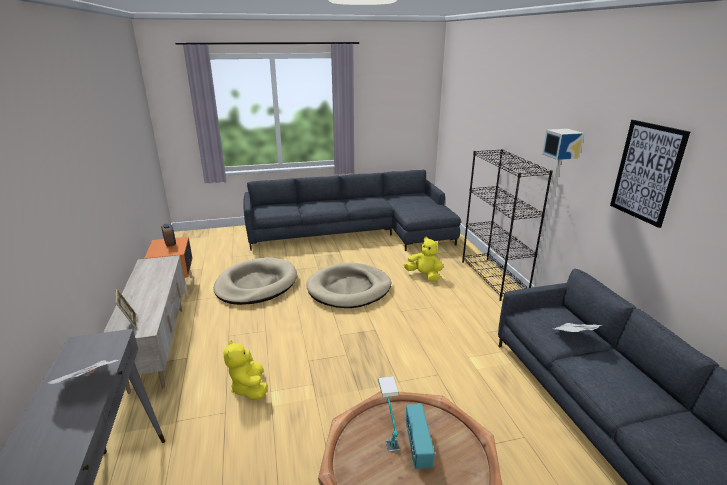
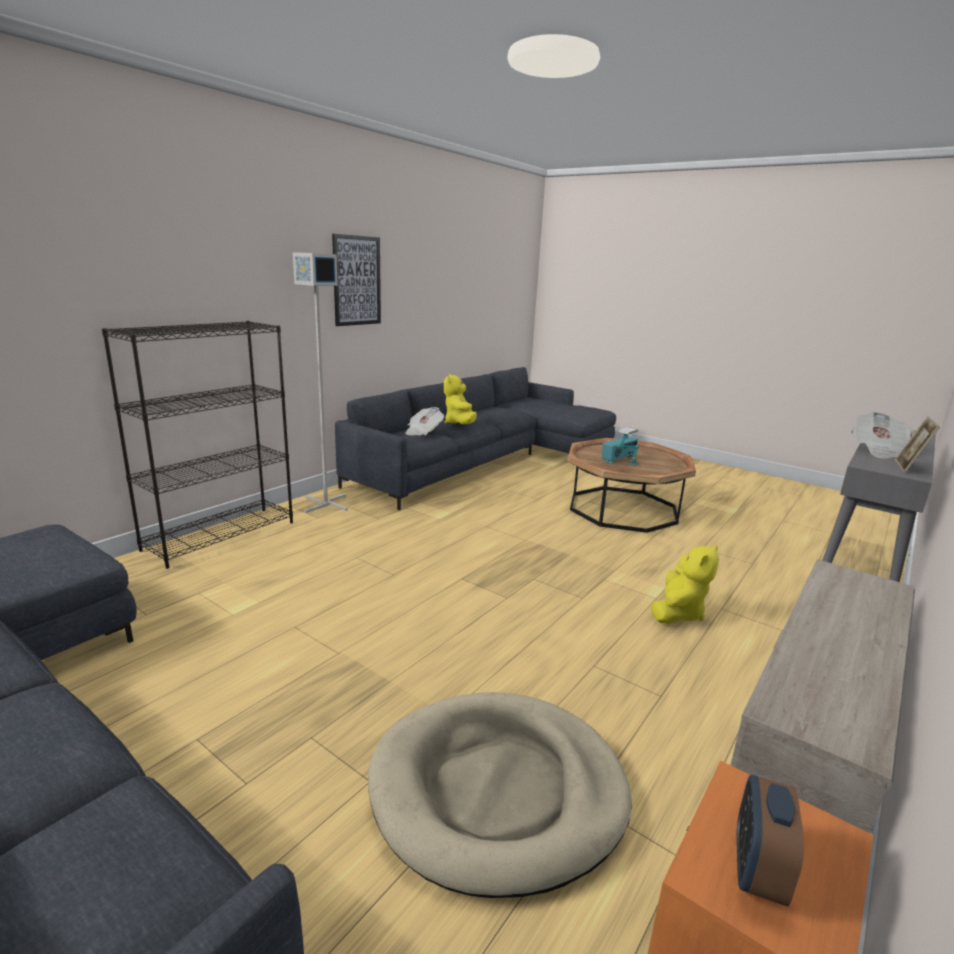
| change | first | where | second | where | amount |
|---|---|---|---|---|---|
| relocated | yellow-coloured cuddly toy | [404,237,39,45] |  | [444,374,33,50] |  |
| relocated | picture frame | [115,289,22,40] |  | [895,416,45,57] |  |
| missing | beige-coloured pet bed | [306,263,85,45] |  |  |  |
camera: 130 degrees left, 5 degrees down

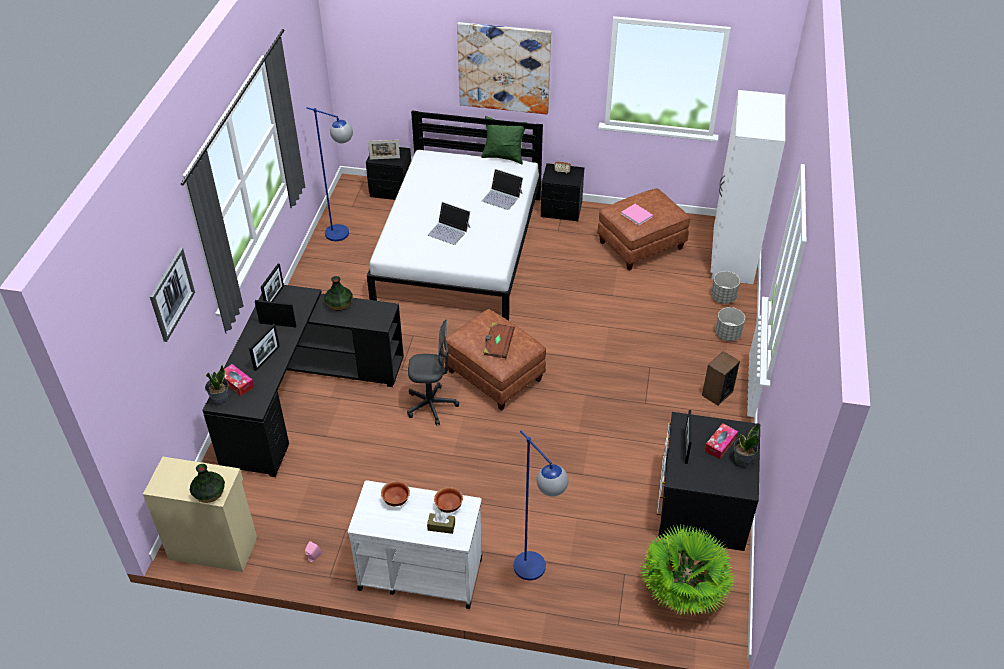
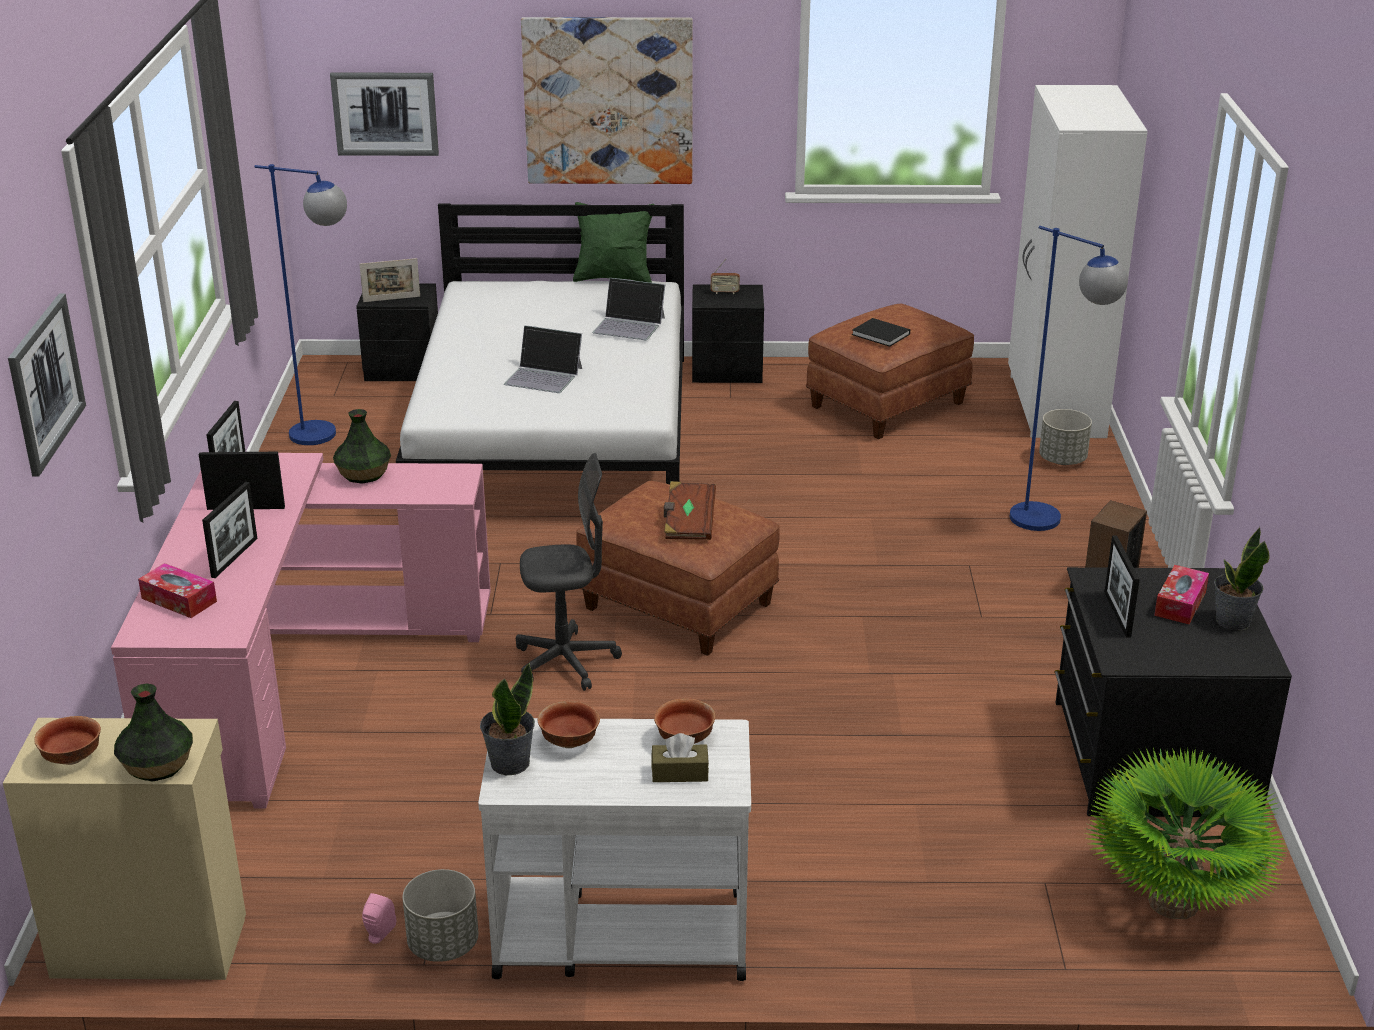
| change | first | where | second | where | amount |
|---|---|---|---|---|---|
| appeared |  |  | bowl | [34,716,67,49] |  |
| colour | black-coloured desk table | [202,285,202,192] | pink desk table | [111,453,380,355] |  |
| appeared |  |  | wall art | [330,72,109,84] |  |
| relocated | grey flower pot | [715,307,30,34] |  | [403,869,75,93] |  |
| relocated | potted plant | [205,365,24,41] |  | [480,663,55,112] |  |
| colour | pink volume | [621,204,32,22] | black-coloured volume | [852,318,58,29] |  |
| relocated | blue-coloured standard lamp | [514,431,54,149] |  | [1010,226,118,305] |  |
camera: 10 degrees left, 15 degrees down

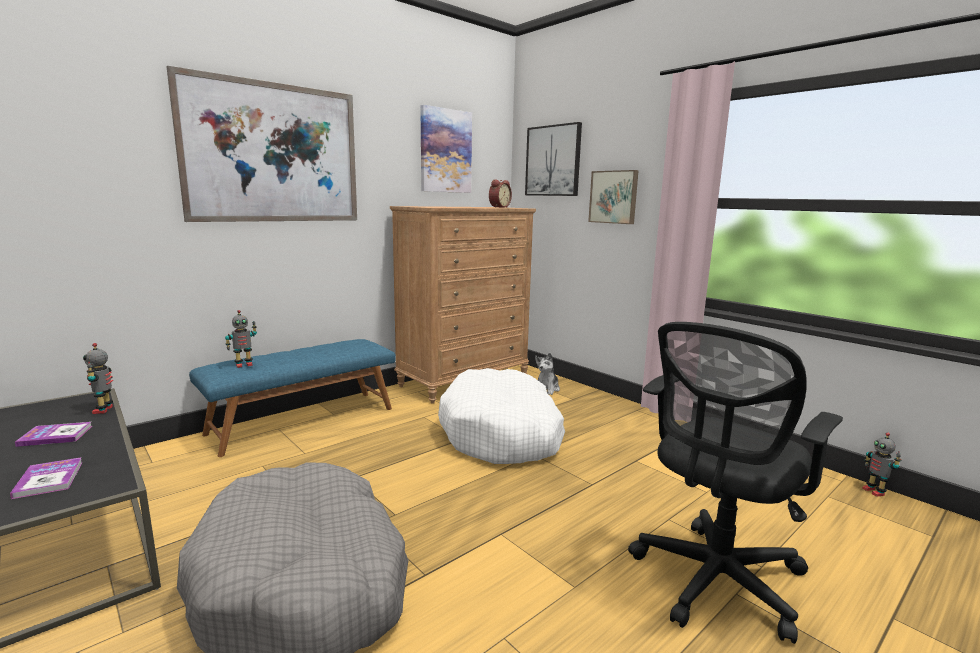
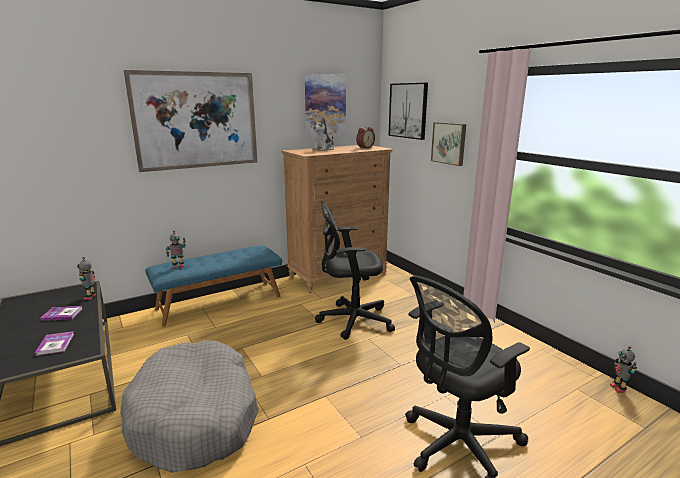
| change | first | where | second | where | amount |
|---|---|---|---|---|---|
| relocated | cuddly toy | [535,353,25,42] |  | [312,117,22,34] |  |
| exchanged | white pet bed | [438,368,127,96] | black-coloured office chair | [315,201,80,139] |  |
camera: 10 degrees right, 5 degrees up

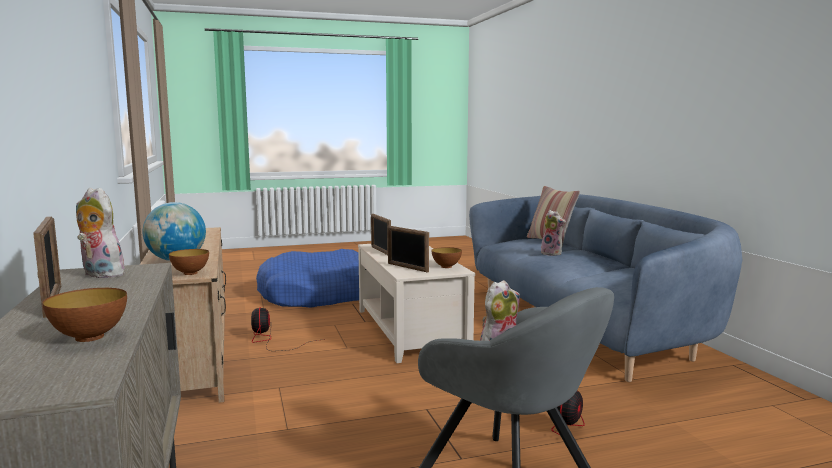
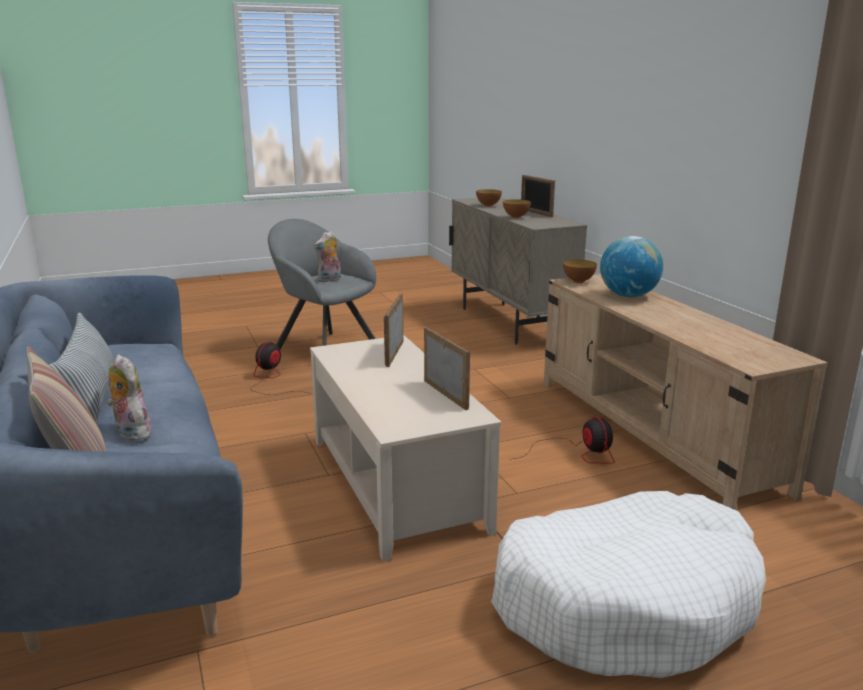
| change | first | where | second | where | amount |
|---|---|---|---|---|---|
| appeared |  |  | throw pillow | [49,312,65,111] |  |
| spun | picture frame | [388,226,41,47] |  | [384,294,19,73] | 120 degrees counterclockwise |
| colour | blue-coloured pet bed | [256,249,103,58] | white pet bed | [491,491,275,187] |  |
| relocated | bowl | [431,247,31,21] |  | [503,199,28,19] |  |
| missing | cuddly toy | [76,188,53,90] |  |  |  |
camera: 175 degrees right, 10 degrees up

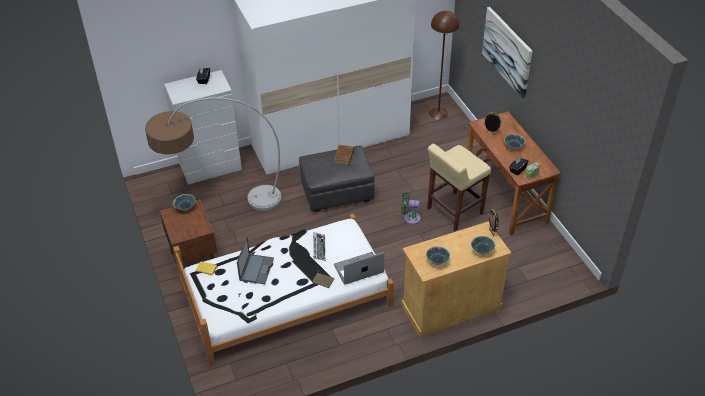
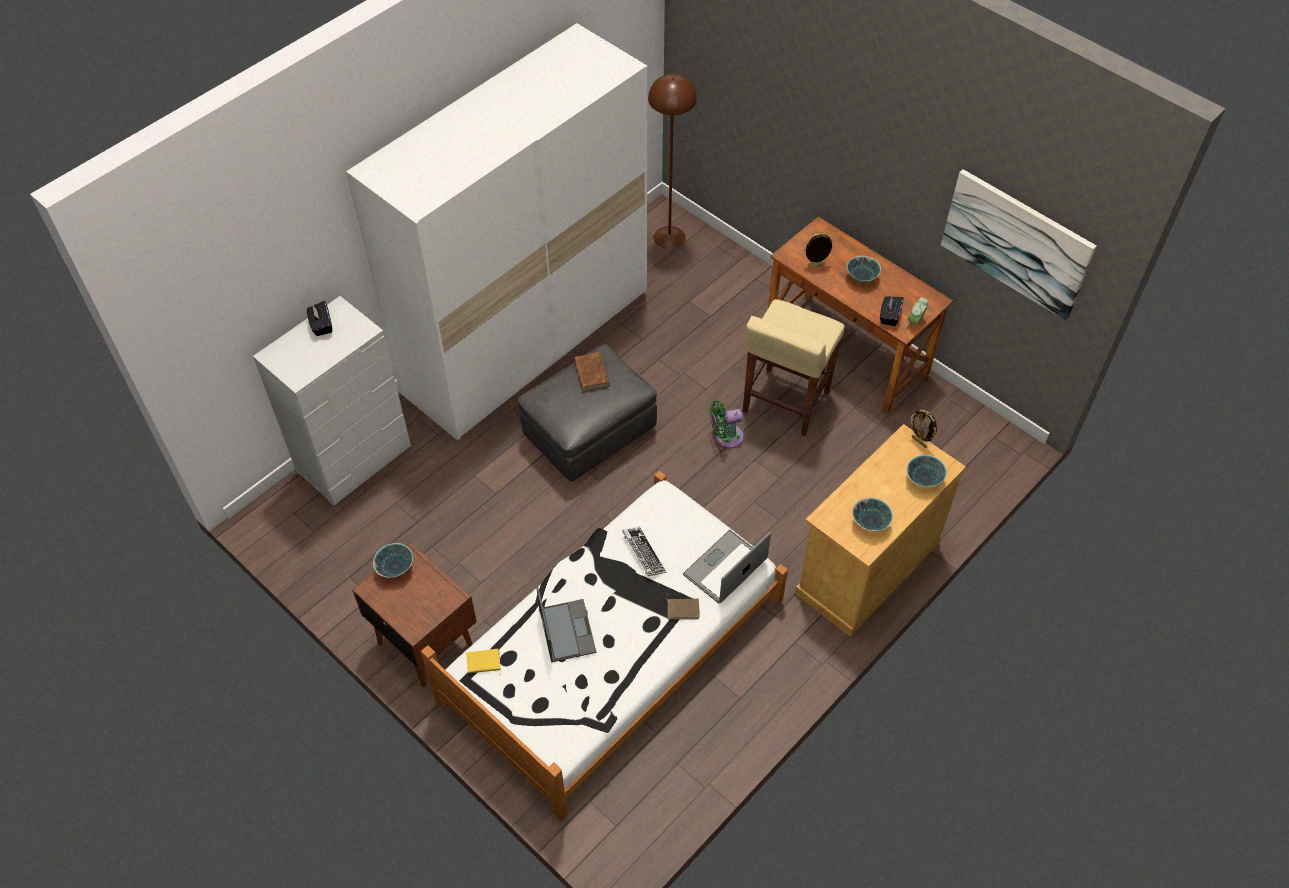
| change | first | where | second | where | amount |
|---|---|---|---|---|---|
| relocated | wall art | [482,7,51,92] |  | [941,169,156,152] |  |
| missing | standard lamp | [145,97,137,114] |  |  |  |
camera: 25 degrees left, 10 degrees up

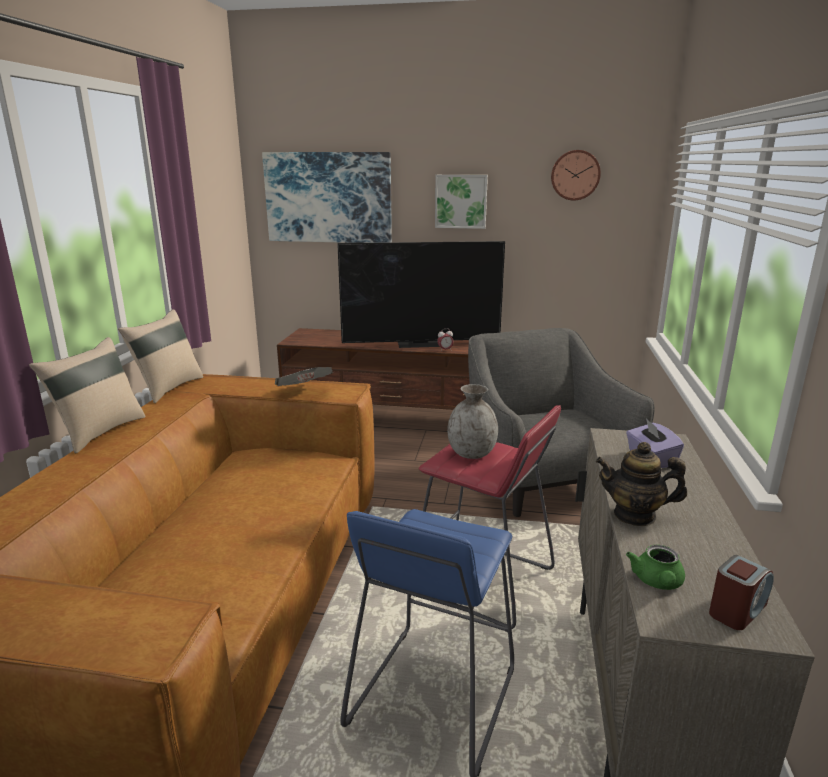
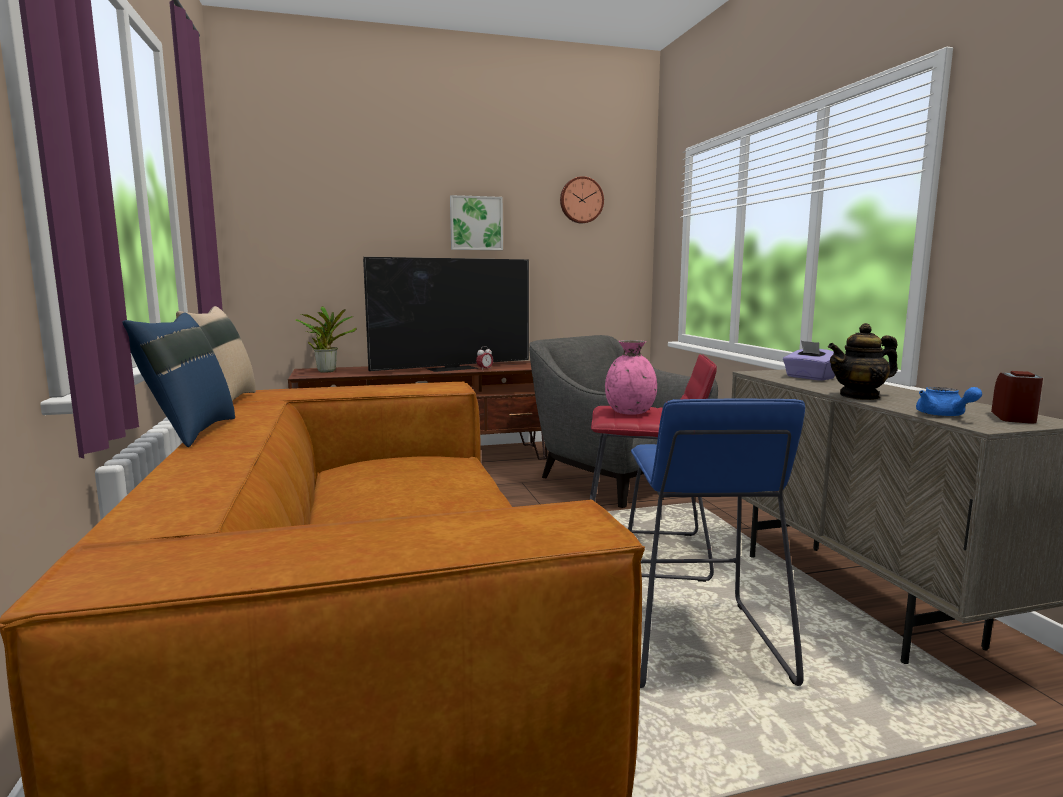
| change | first | where | second | where | amount |
|---|---|---|---|---|---|
| colour | beige-coloured throw pillow | [29,337,117,116] | blue-coloured throw pillow | [122,313,113,134] |  |
| appeared |  |  | potted plant | [295,306,62,67] |  |
| colour | grey vase | [447,384,51,75] | pink vase | [605,340,52,75] |  |
| colour | green-coloured tea pot | [626,545,59,45] | blue-coloured tea pot | [916,387,66,30] |  |
| missing | wall art | [262,152,130,91] |  |  |  |
| missing | newspaper | [275,367,58,19] |  |  |  |
camera: 25 degrees left, 10 degrees down

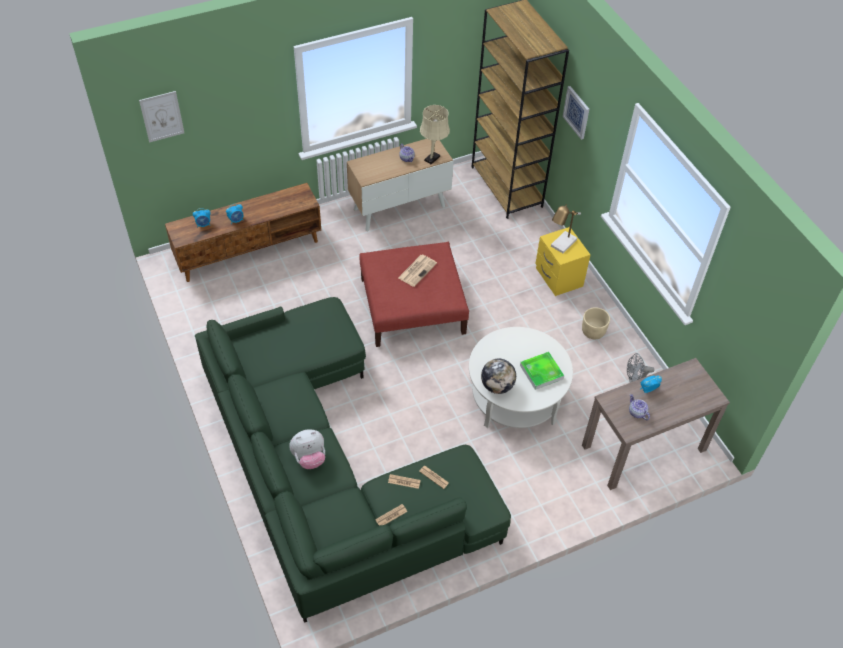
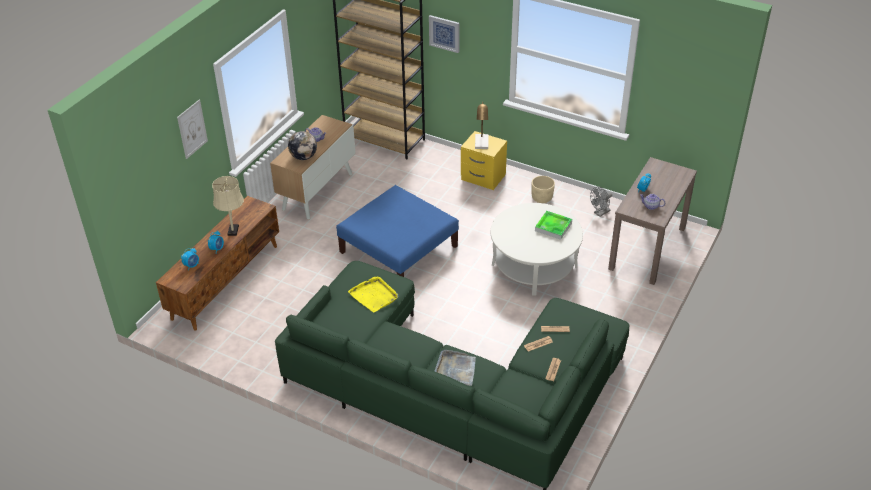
| change | first | where | second | where | amount |
|---|---|---|---|---|---|
| relocated | wall art | [139,91,45,52] |  | [177,100,31,59] |  |
| relocated | beige-coloured tabletop lamp | [420,105,30,60] |  | [212,176,32,60] |  |
| relocated | world globe | [481,359,35,35] |  | [288,131,29,29] |  |
| colour | reddish ottoman | [359,242,110,105] | blue-coloured ottoman | [336,185,123,92] |  |
| appeared |  |  | yellow-coloured carrying tray | [348,276,50,36] |  |
| exchanged | cuddly toy | [289,429,36,40] | grey carrying tray | [435,350,41,36] |  |
| missing | newspaper | [398,255,39,32] |  |  |  |
camera: 35 degrees left, 10 degrees down

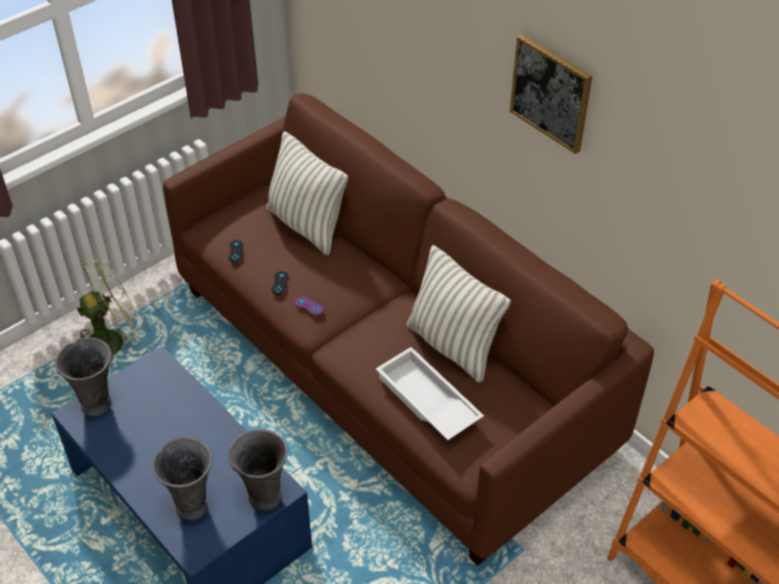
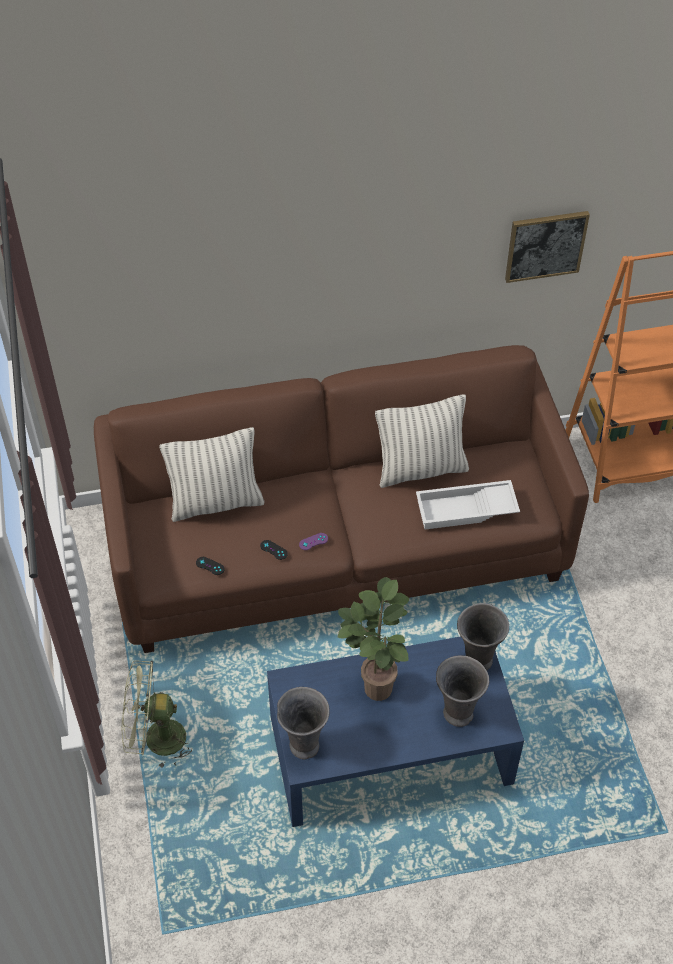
| change | first | where | second | where | amount |
|---|---|---|---|---|---|
| spun | green-coloured electric fan | [76,255,65,104] |  | [122,660,70,110] | 90 degrees counterclockwise |
| appeared |  |  | potted plant | [338,577,71,124] |  |
| relocated | wall art | [510,34,82,120] |  | [505,211,85,72] |  |
camera: 60 degrees left, 5 degrees up

